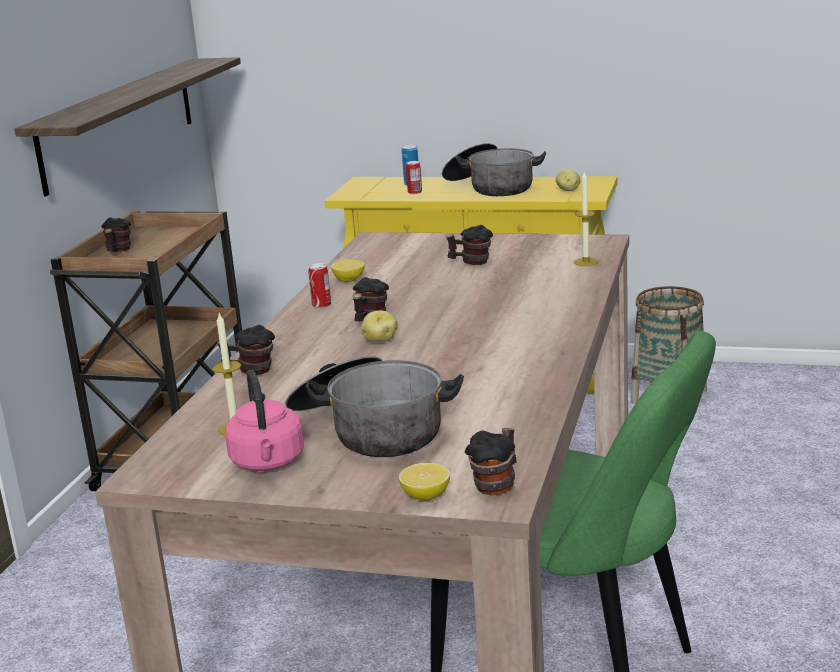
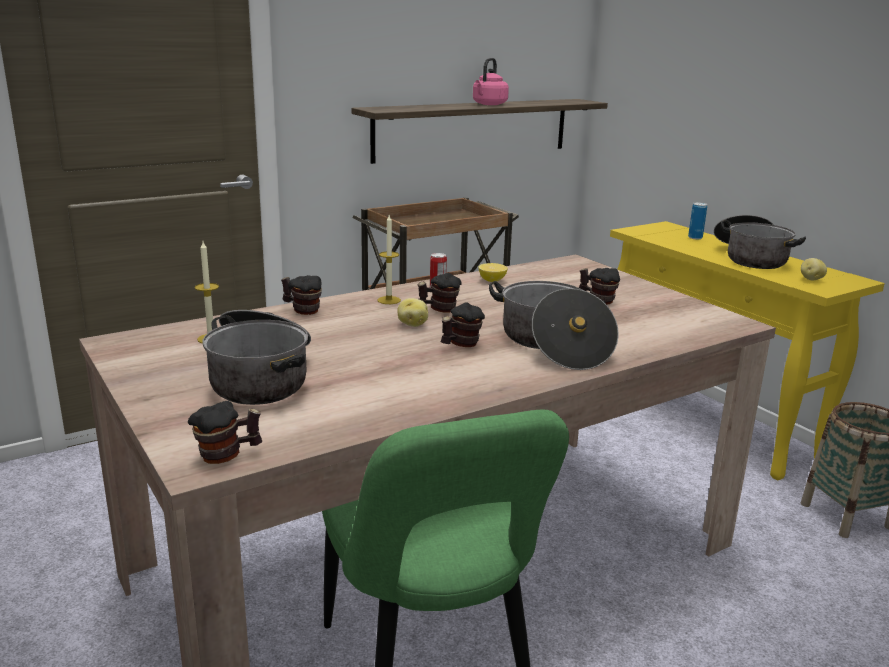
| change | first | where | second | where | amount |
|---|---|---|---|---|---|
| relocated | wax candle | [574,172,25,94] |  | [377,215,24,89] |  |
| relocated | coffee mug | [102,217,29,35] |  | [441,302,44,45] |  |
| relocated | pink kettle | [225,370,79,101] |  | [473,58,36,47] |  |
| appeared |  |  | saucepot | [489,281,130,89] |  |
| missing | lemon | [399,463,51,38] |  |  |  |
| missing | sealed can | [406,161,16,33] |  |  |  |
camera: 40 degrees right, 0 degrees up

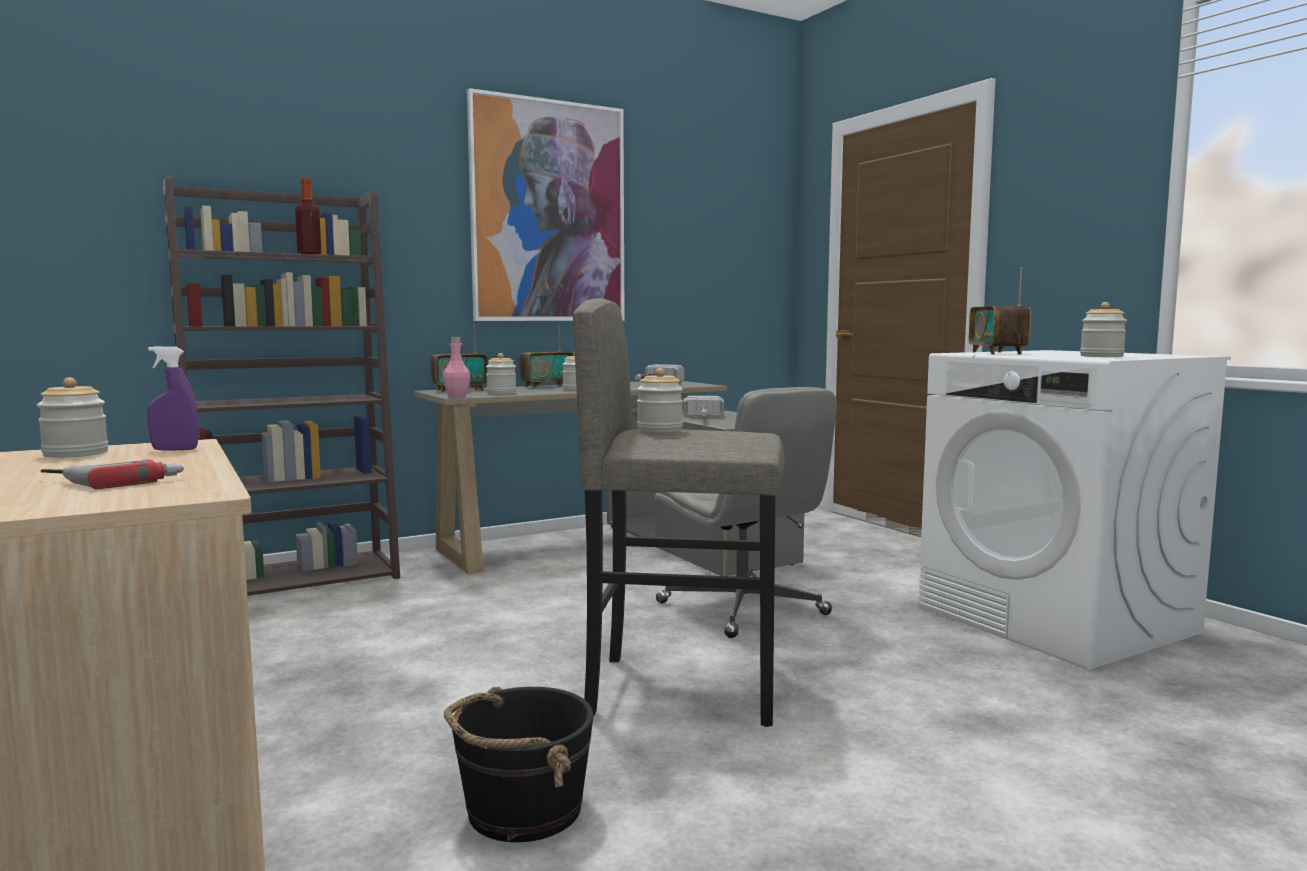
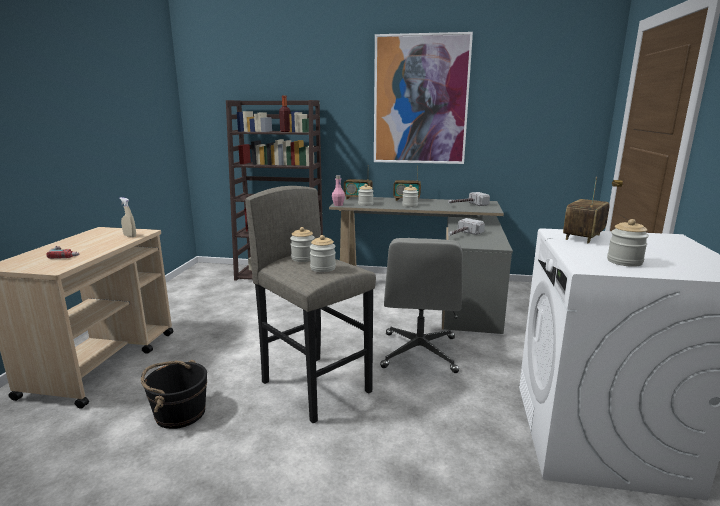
| change | first | where | second | where | amount |
|---|---|---|---|---|---|
| colour | purple-coloured spray bottle | [147,346,52,105] | beige-coloured spray bottle | [119,197,17,40] |  |
| relocated | preserve jar | [37,377,72,81] |  | [310,235,26,37] |  |
camera: 40 degrees right, 10 degrees up

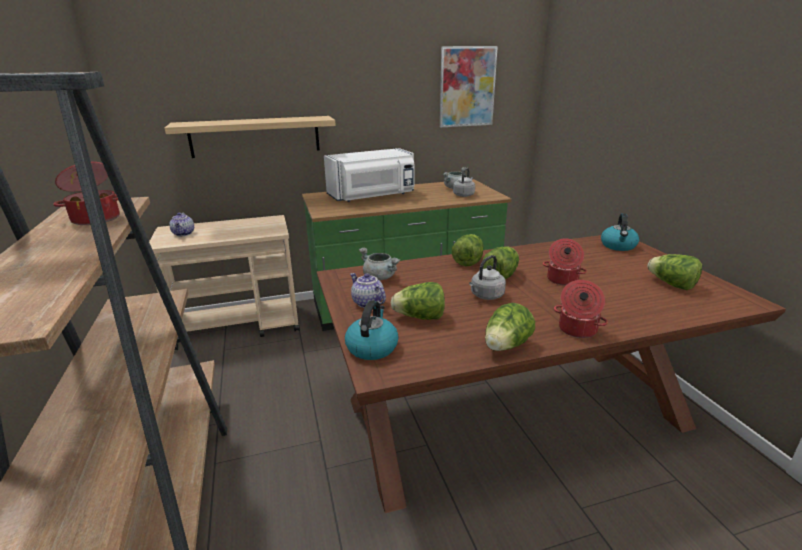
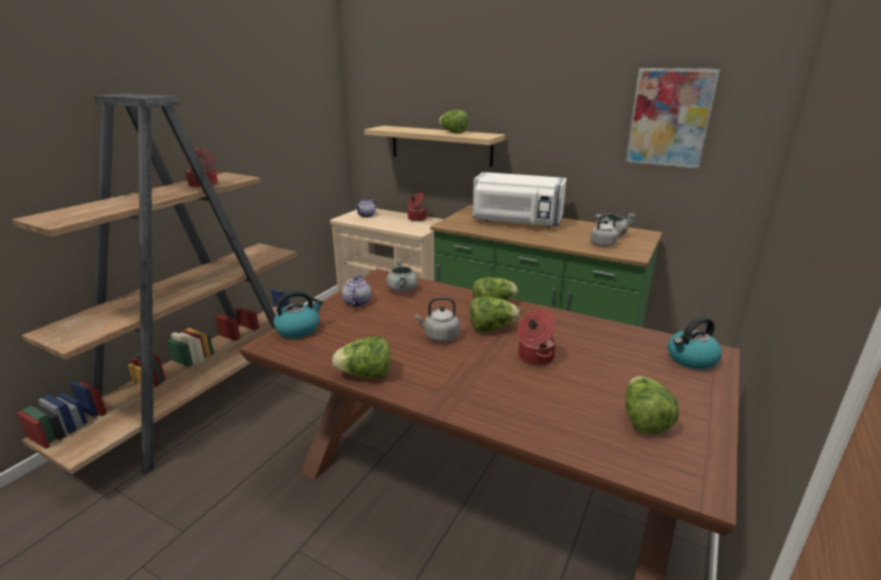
| change | first | where | second | where | amount |
|---|---|---|---|---|---|
| relocated | saucepot | [554,280,54,58] |  | [407,193,20,28] |  |
| relocated | lettuce | [391,282,54,38] |  | [439,110,30,24] |  |
camera: 45 degrees right, 0 degrees up

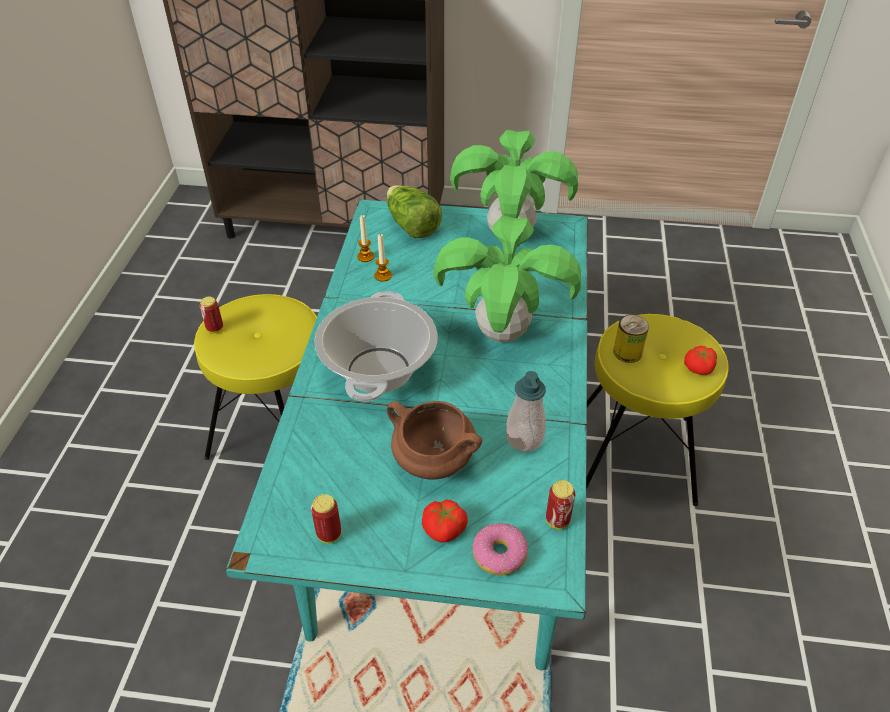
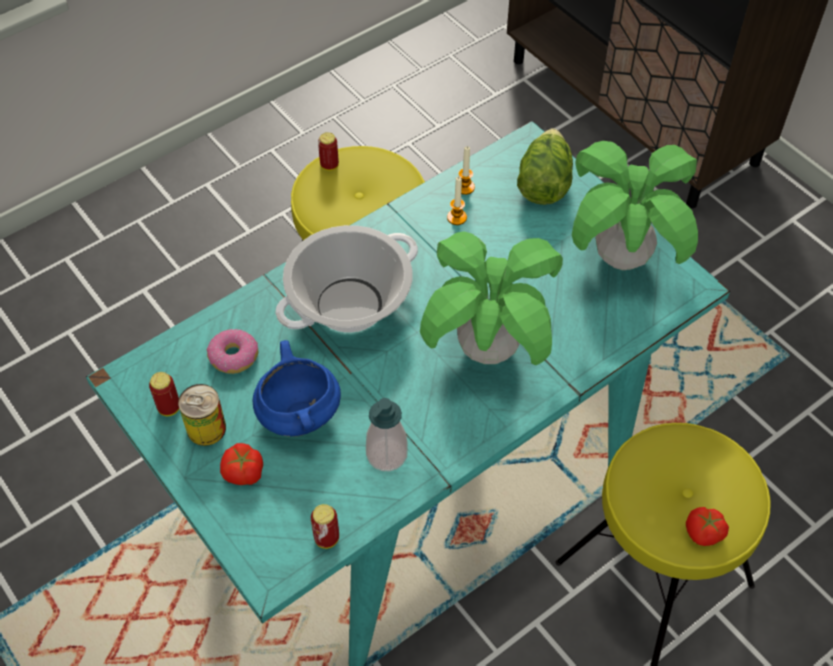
| change | first | where | second | where | amount |
|---|---|---|---|---|---|
| relocated | sealed can | [613,315,36,48] |  | [178,384,48,62] |  |
| relocated | donut | [473,523,55,53] |  | [207,329,51,45] |  |
| colour | brown saucepot | [387,401,95,79] | blue-coloured saucepot | [253,340,88,97] |  |
camera: 45 degrees right, 10 degrees up

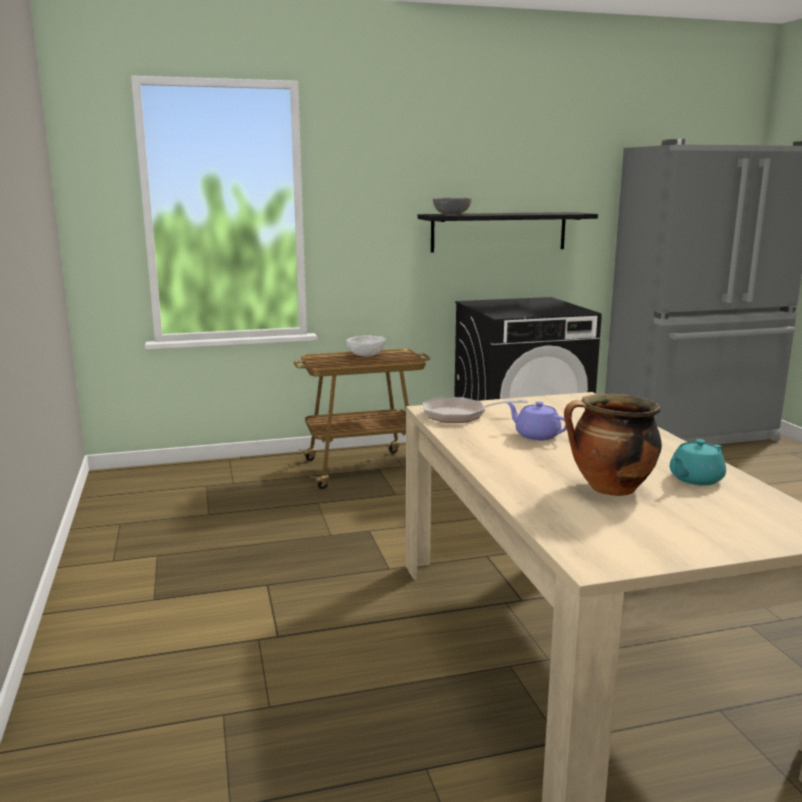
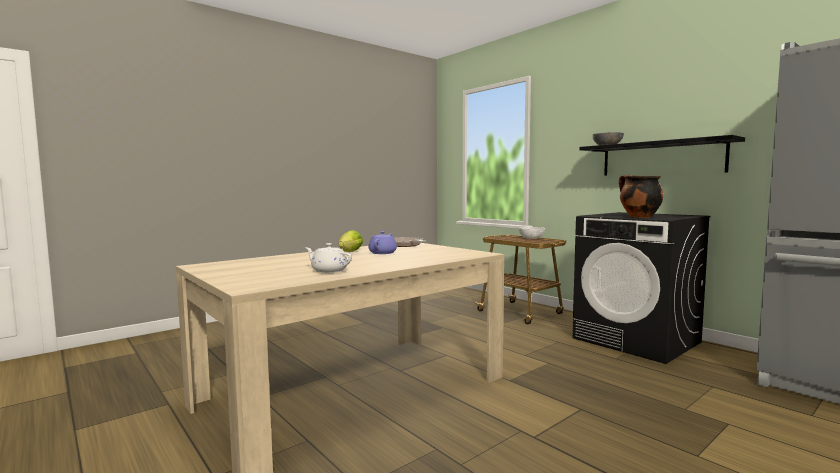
| change | first | where | second | where | amount |
|---|---|---|---|---|---|
| colour | turquoise-coloured tea pot | [670,439,56,47] | white tea pot | [306,243,46,30] |  |
| appeared |  |  | lettuce | [339,230,24,22] |  |
| relocated | saucepot | [564,394,98,102] |  | [619,175,45,43] |  |
camera: 65 degrees right, 10 degrees down

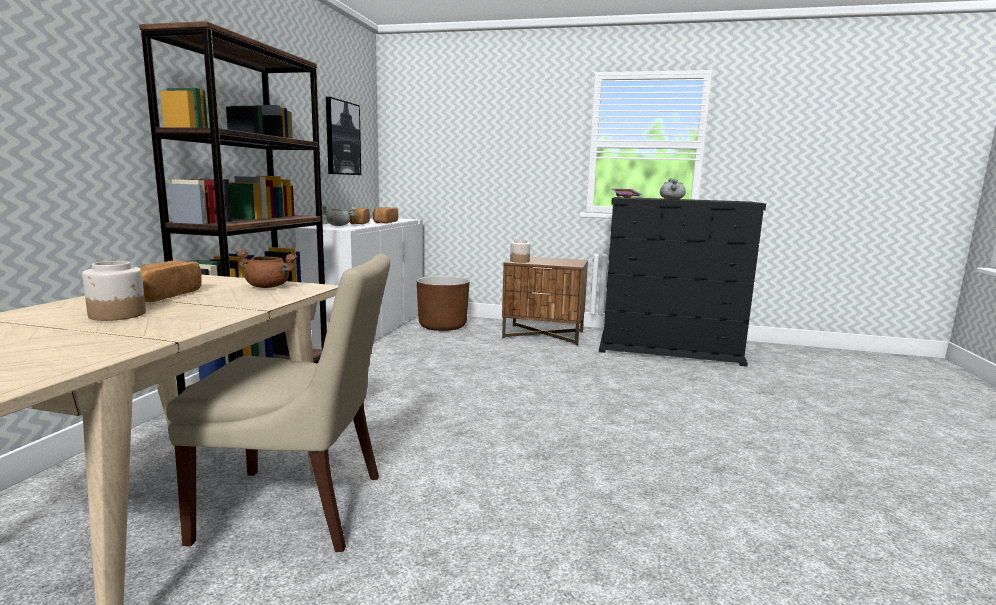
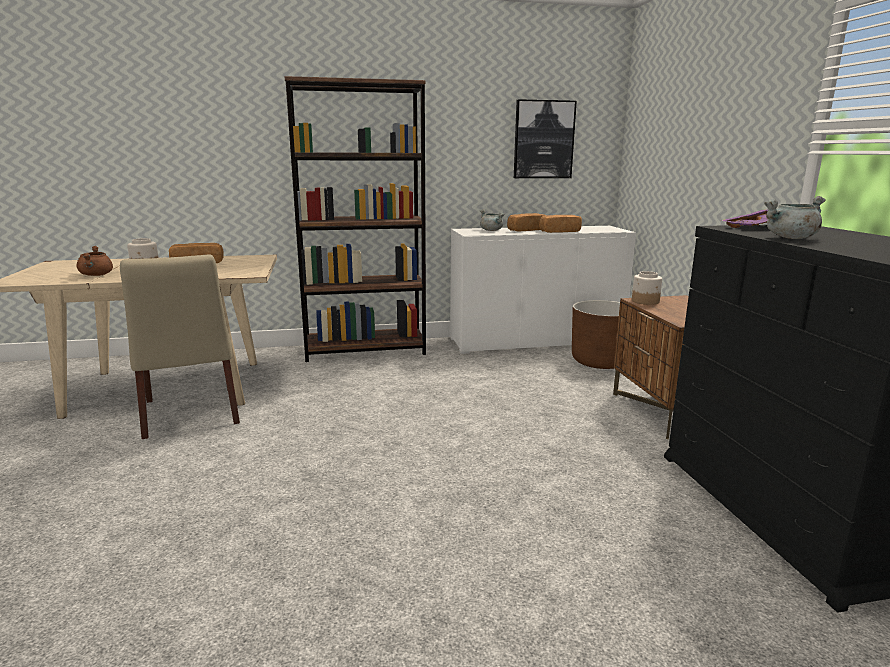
| change | first | where | second | where | amount |
|---|---|---|---|---|---|
| relocated | brown saucepot | [236,250,62,38] |  | [76,246,37,30] |  |
camera: 65 degrees right, 5 degrees up

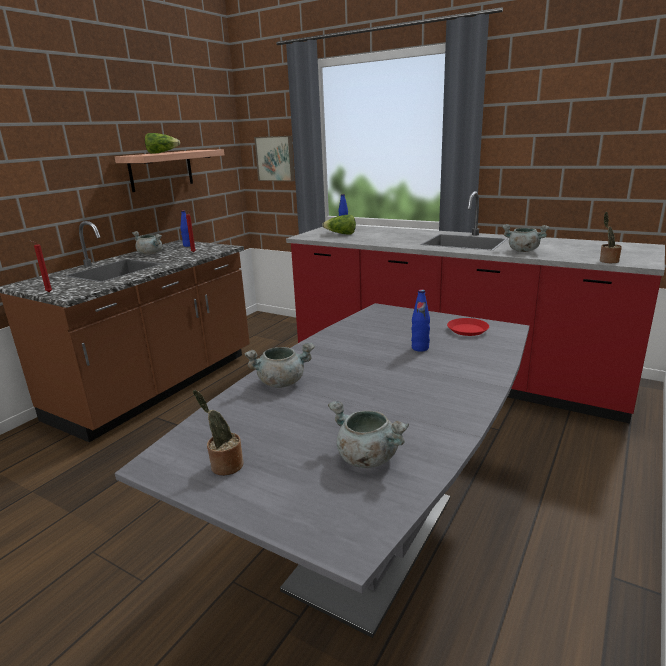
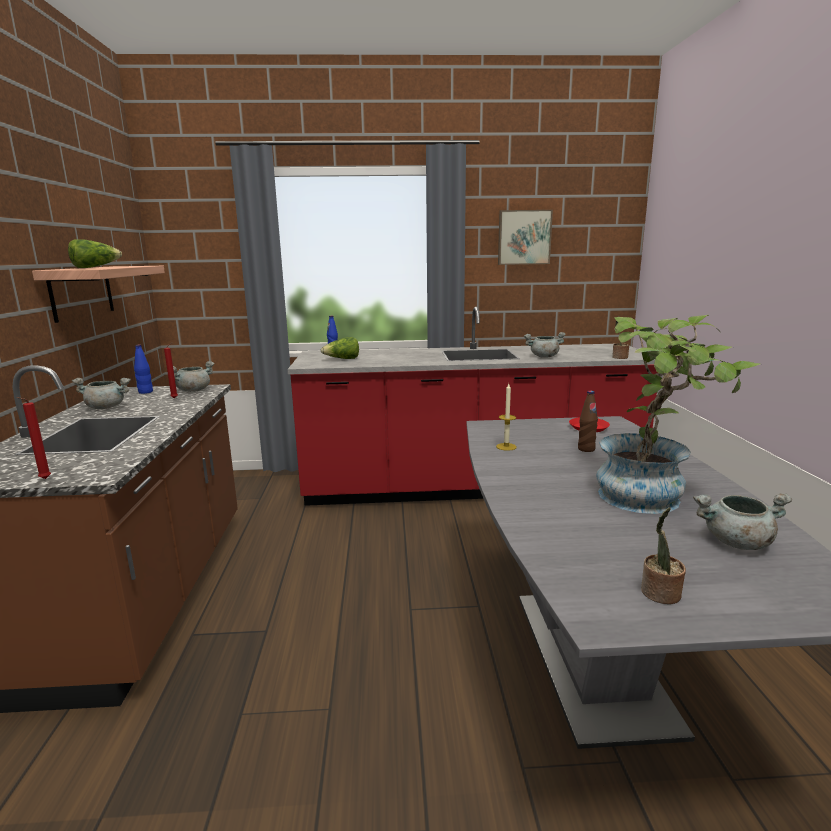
| change | first | where | second | where | amount |
|---|---|---|---|---|---|
| relocated | grey saucepot | [245,343,70,45] |  | [173,361,42,31] |  |
| appeared |  |  | wax candle | [496,384,21,67] |  |
| relocated | wall art | [254,136,41,45] |  | [498,210,55,55] |  |
| colour | blue-coloured drink bottle | [411,289,19,63] | brown drink bottle | [578,391,20,61] |  |
| appeared |  |  | potted plant | [596,315,164,199] |  |
camera: 35 degrees left, 5 degrees down

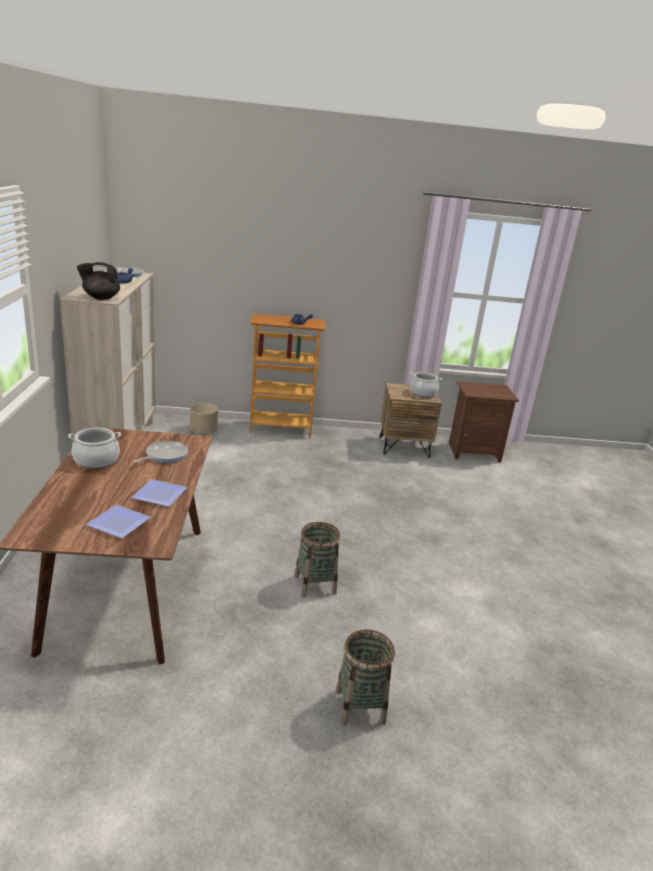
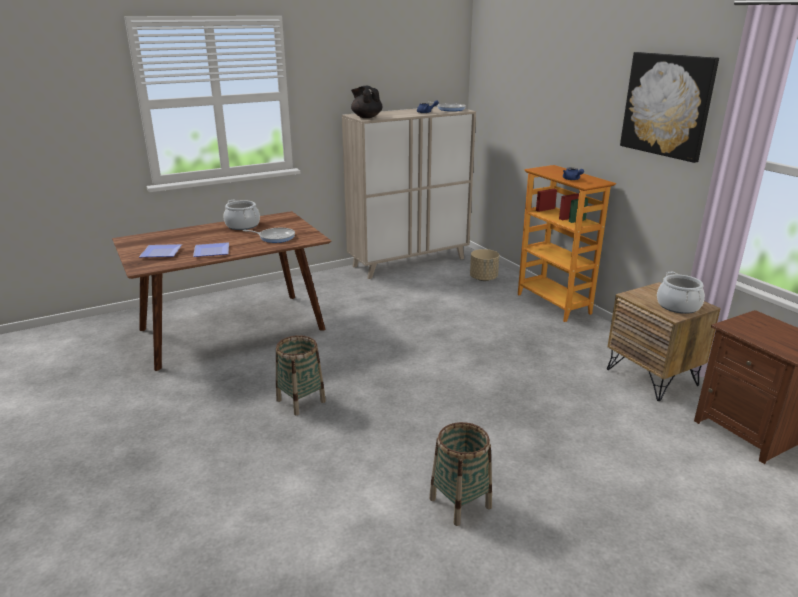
| change | first | where | second | where | amount |
|---|---|---|---|---|---|
| relocated | storage basket | [336,629,59,97] |  | [429,422,63,104] |  |
| appeared |  |  | wall art | [620,52,99,111] |  |
camera: 65 degrees right, 0 degrees up

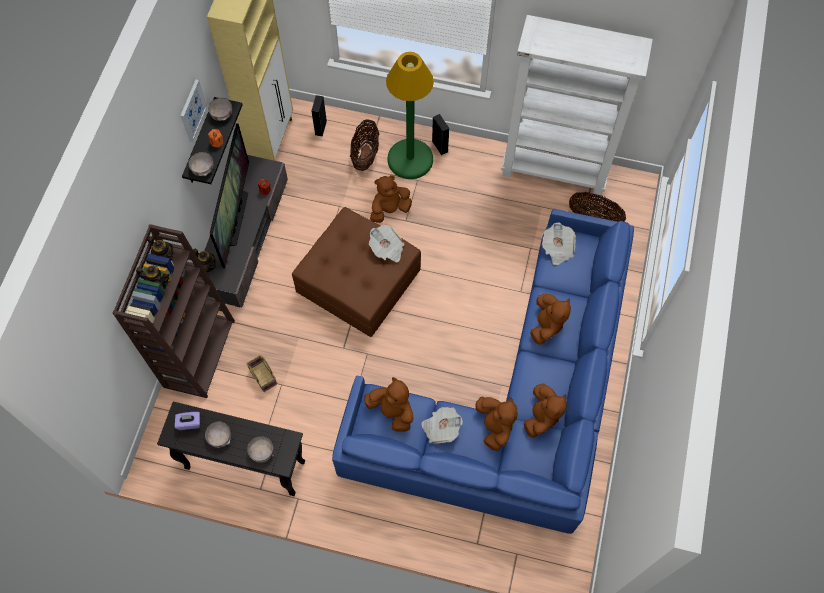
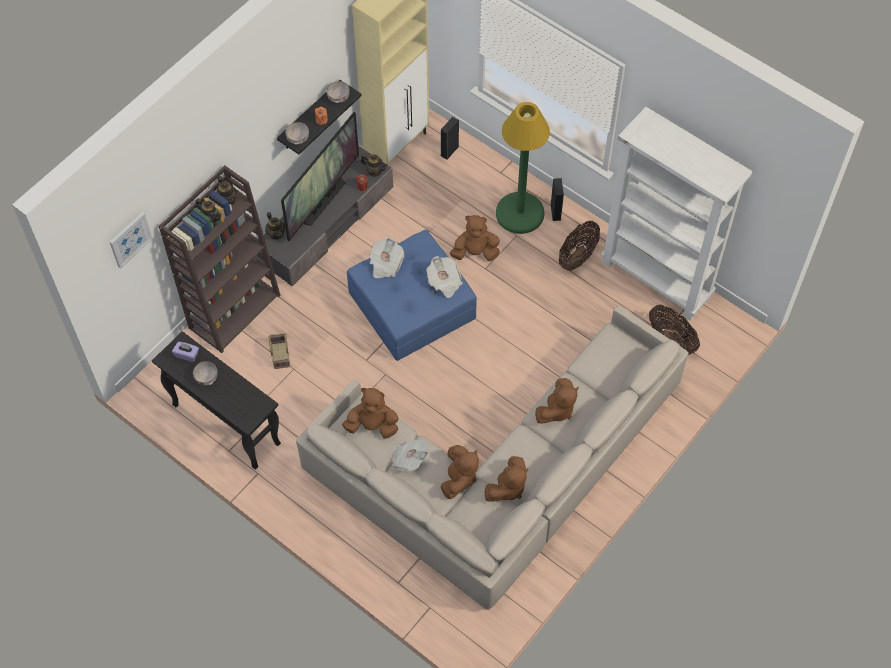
| change | first | where | second | where | amount |
|---|---|---|---|---|---|
| relocated | wall art | [180,80,27,62] |  | [110,212,42,57] |  |
| colour | blue-coloured couch | [332,208,302,326] | beige-coloured couch | [296,305,393,305] |  |
| spun | brown cuddly toy | [364,377,50,55] |  | [342,388,57,51] | 60 degrees counterclockwise |
| colour | brown ottoman | [292,207,129,130] | blue-coloured ottoman | [347,230,130,131] |  |
| appeared |  |  | tea pot | [361,154,26,23] |  |
| relocated | newspaper | [542,222,34,43] |  | [369,238,36,40] |  |
| relocated | storage basket | [350,119,30,52] |  | [559,221,41,50] |  |
| missing | grey bowl | [247,436,27,27] |  |  |  |
camera: 25 degrees right, 5 degrees down

